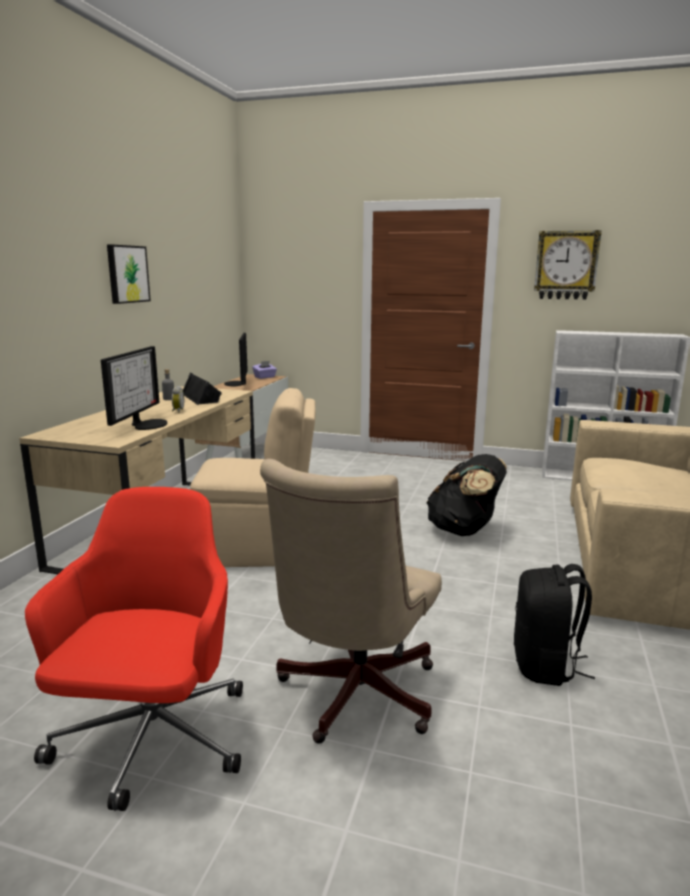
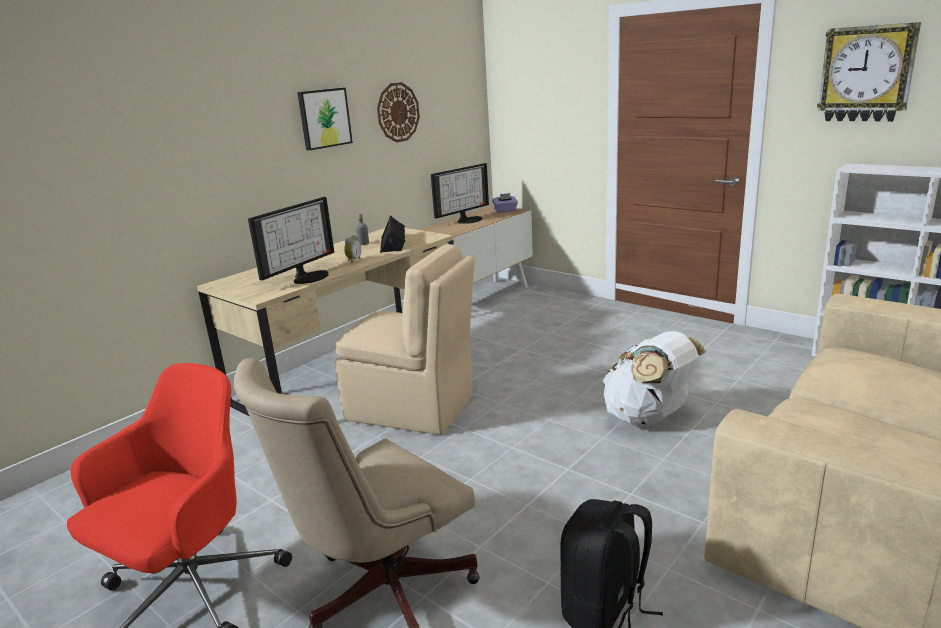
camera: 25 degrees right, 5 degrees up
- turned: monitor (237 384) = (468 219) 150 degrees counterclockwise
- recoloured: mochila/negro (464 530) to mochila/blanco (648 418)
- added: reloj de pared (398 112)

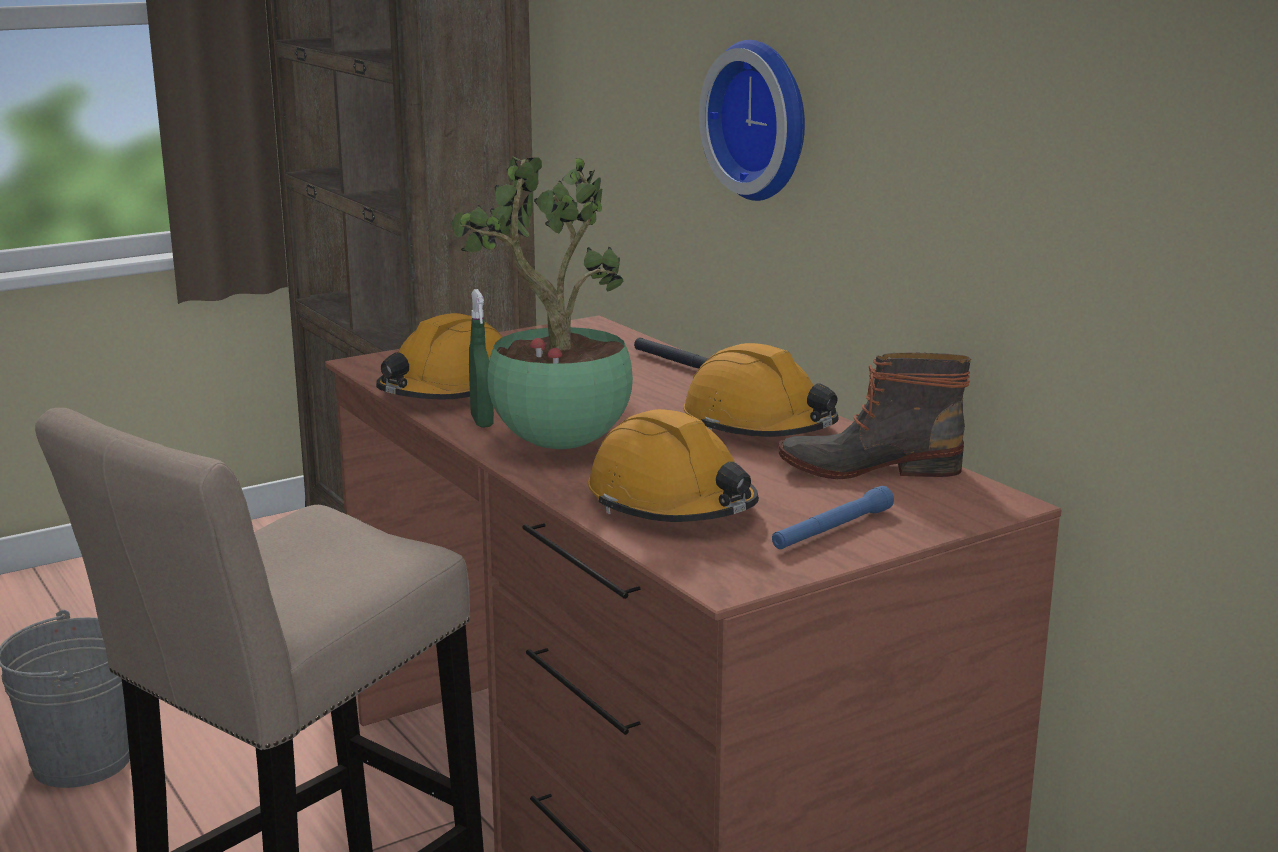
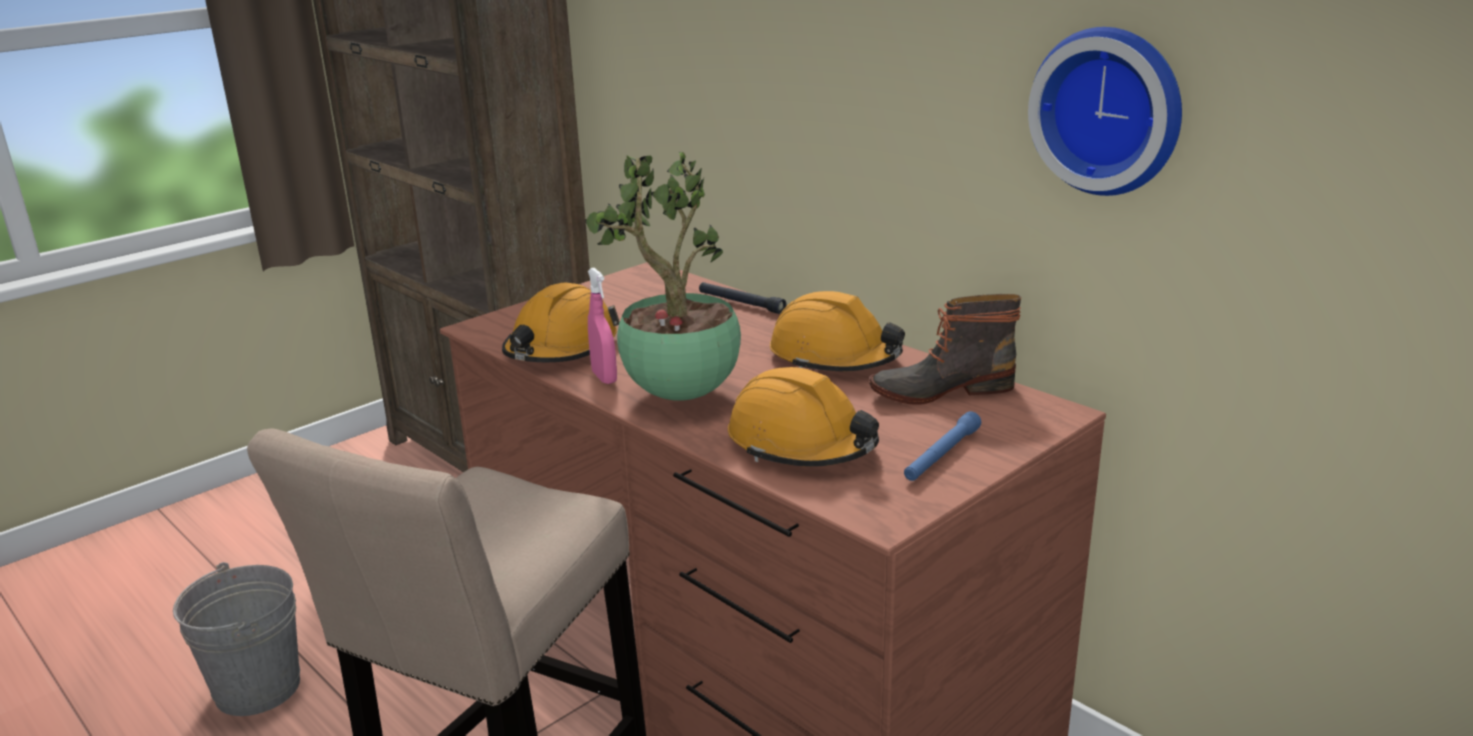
camera: 10 degrees left, 5 degrees up
- recoloured: pulverizador/verde (482 421) to pulverizador/rosa (604 377)
- moved: reloj de pared (763 120) to (1110 110)

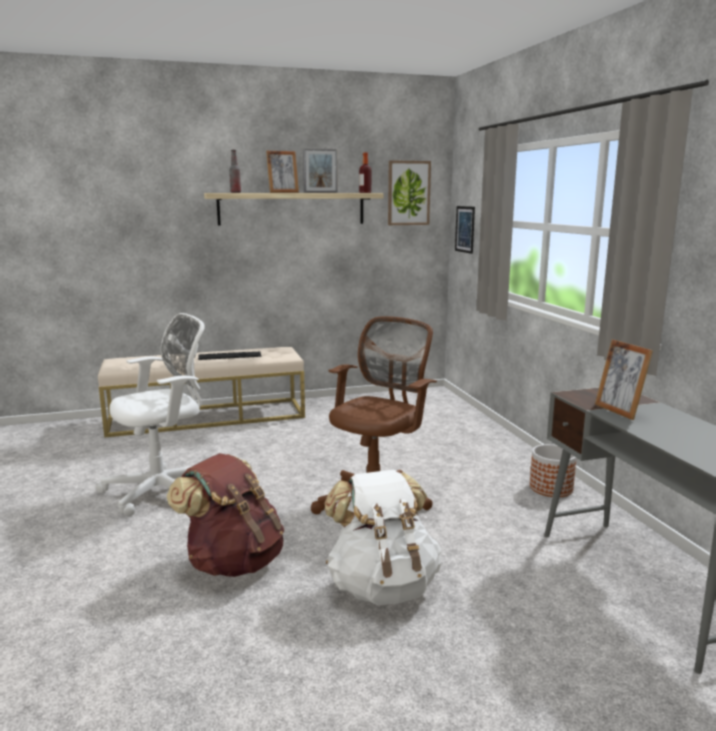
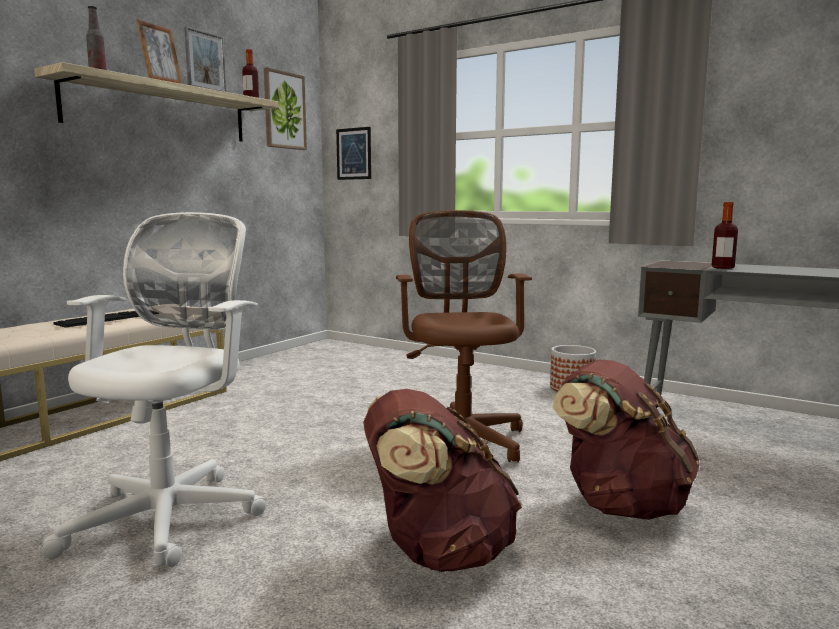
camera: 40 degrees left, 5 degrees down
- recoloured: mochila/blanco (382 586) to mochila/marrón (620 504)
- replaced: portarretratos (618 411) to botella (722 268)

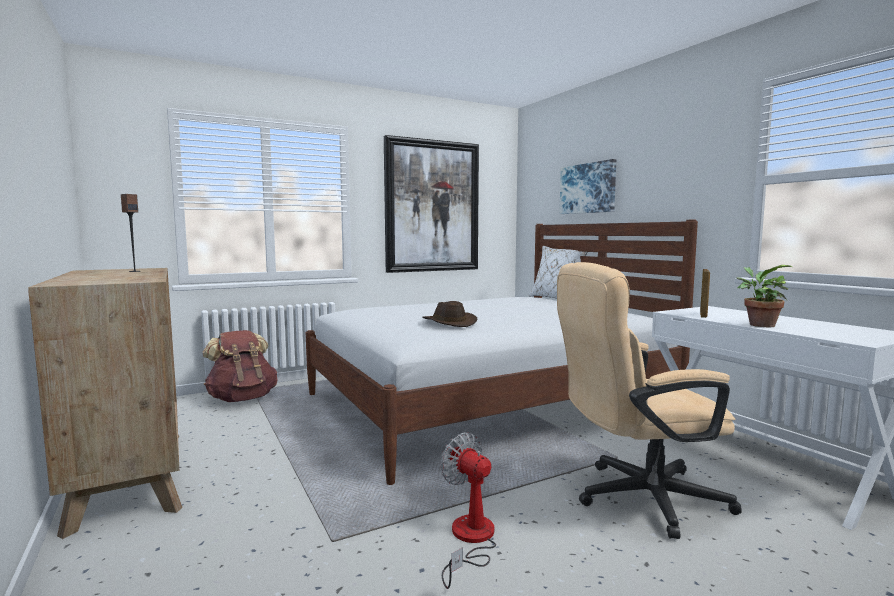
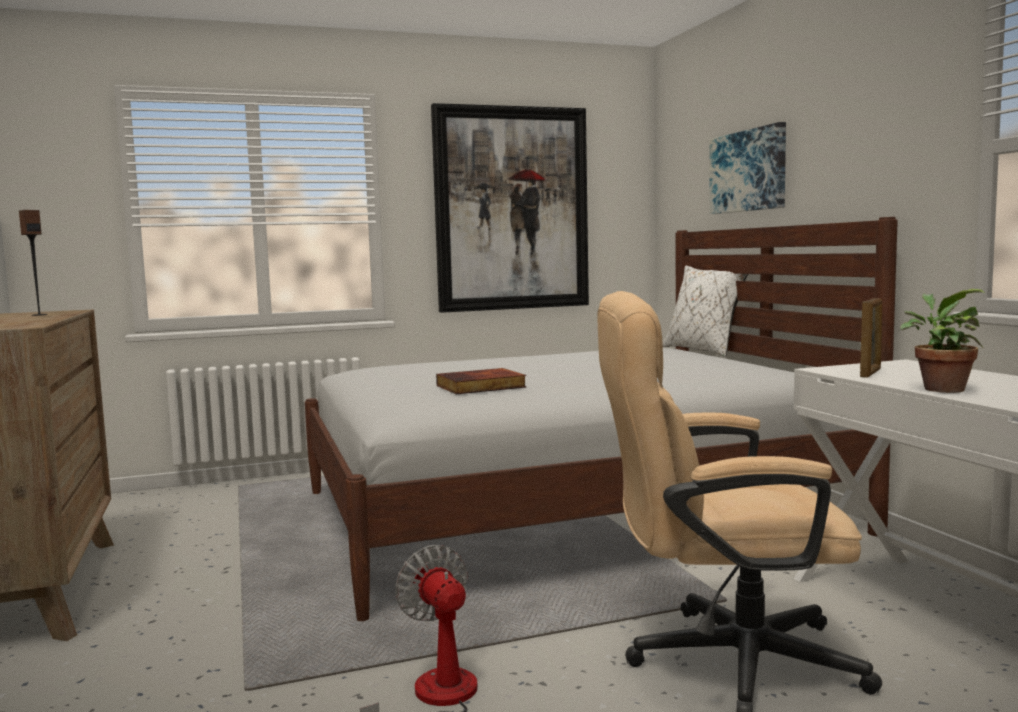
camera: 10 degrees right, 0 degrees up
- removed: mochila/marrón (242 399)
- replaced: sombrero/marrón (448 323) to libro (481 386)

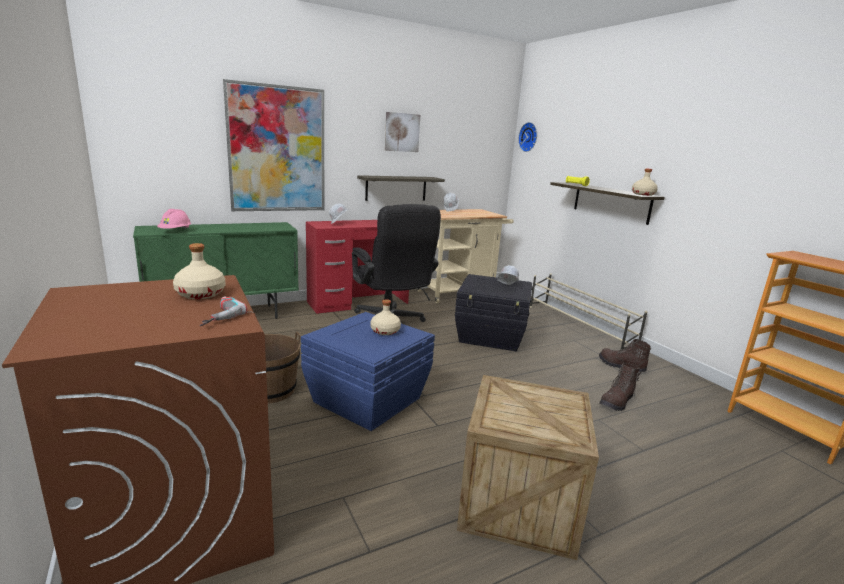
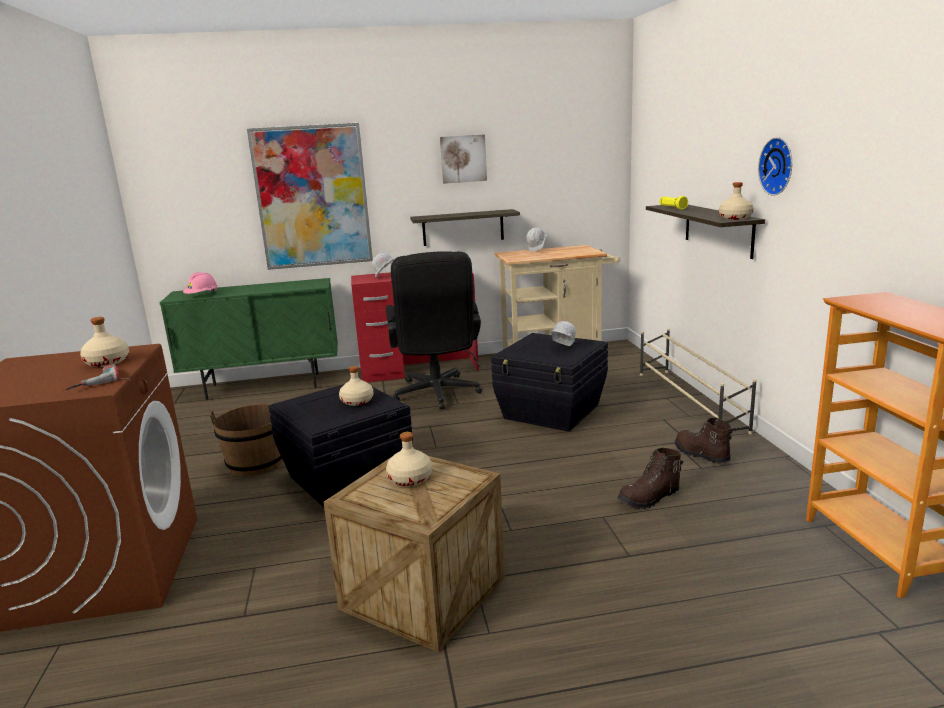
camera: 20 degrees right, 0 degrees up
- recoloured: caja de almacenaje/azul (367 399) to caja de almacenaje/negro (347 477)
- moved: reloj de pared (529 137) to (779 166)
- added: botella/beis (410 479)

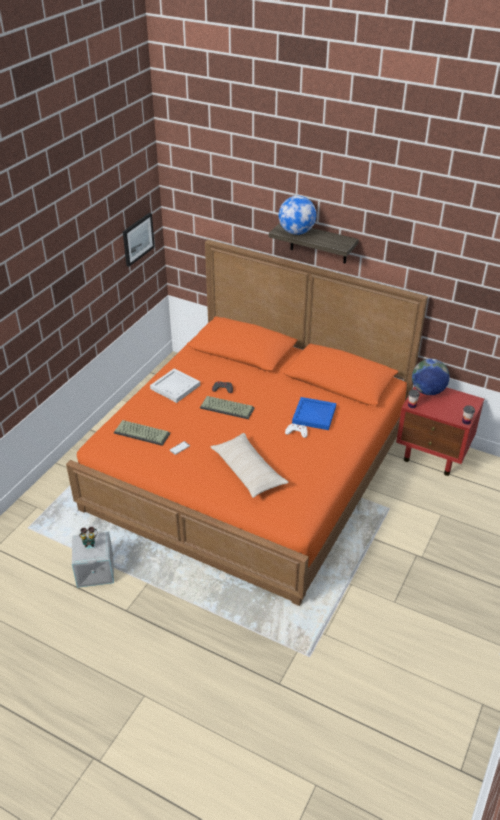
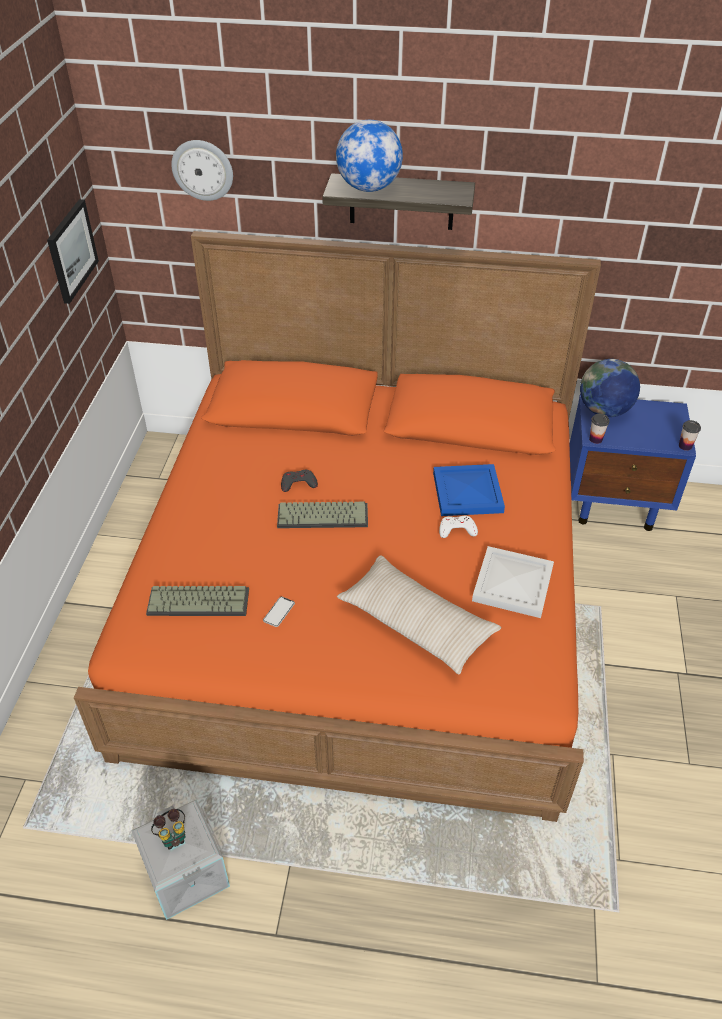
camera: 20 degrees left, 5 degrees up
- moved: bandeja/blanco (175 386) to (512 583)
- recoloured: mesita de noche/rojo (433 455) to mesita de noche/azul (615 503)
- added: reloj de pared (202 169)

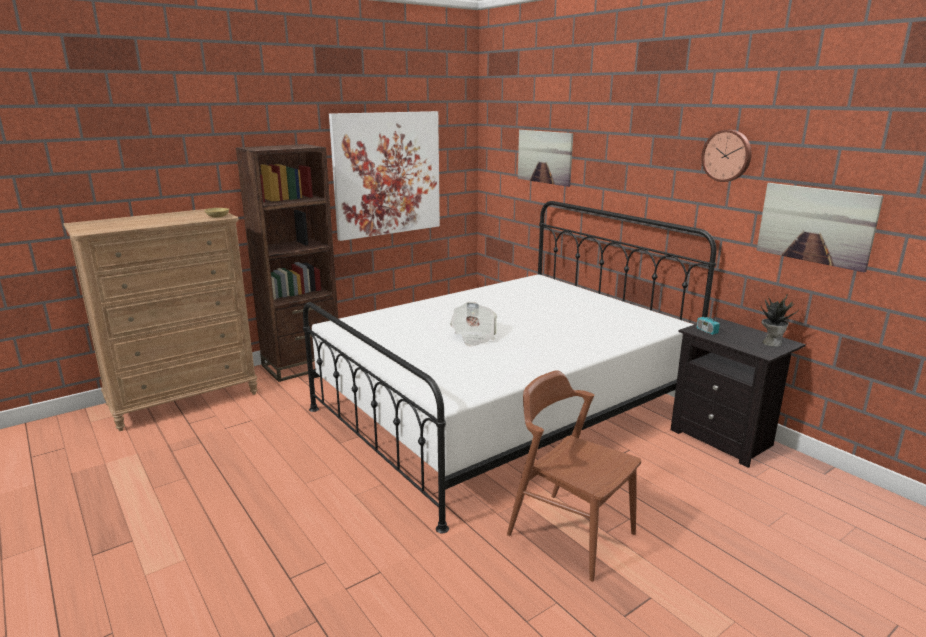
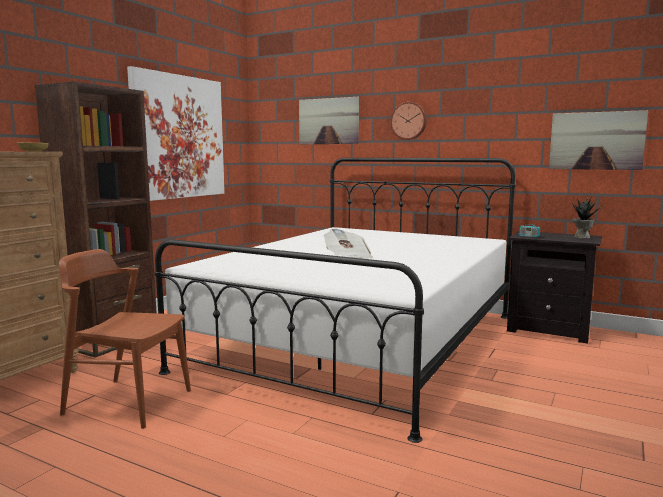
camera: 25 degrees left, 10 degrees down
- moved: silla/marrón (570 533) to (128 402)
- moved: reloj de pared (727 155) to (409 121)

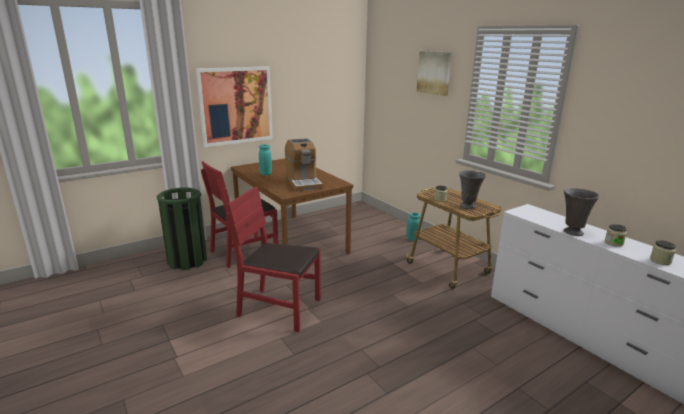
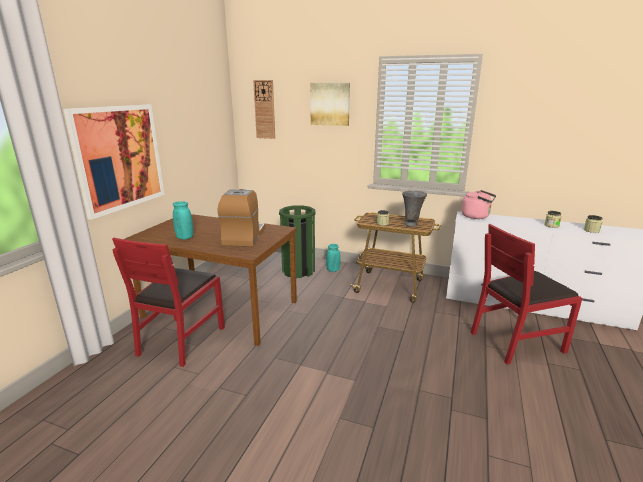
camera: 35 degrees left, 0 degrees up
- moved: papelera/verde (187 261) to (298 270)
- moved: silla/rojo (279 308) to (516 341)
- turned: cafetera (303 182) = (244 237) 120 degrees counterclockwise
- removed: florero/gris (572 232)
- added: reloj de pared (264 109)
- added: hervidor/rosa (477 216)

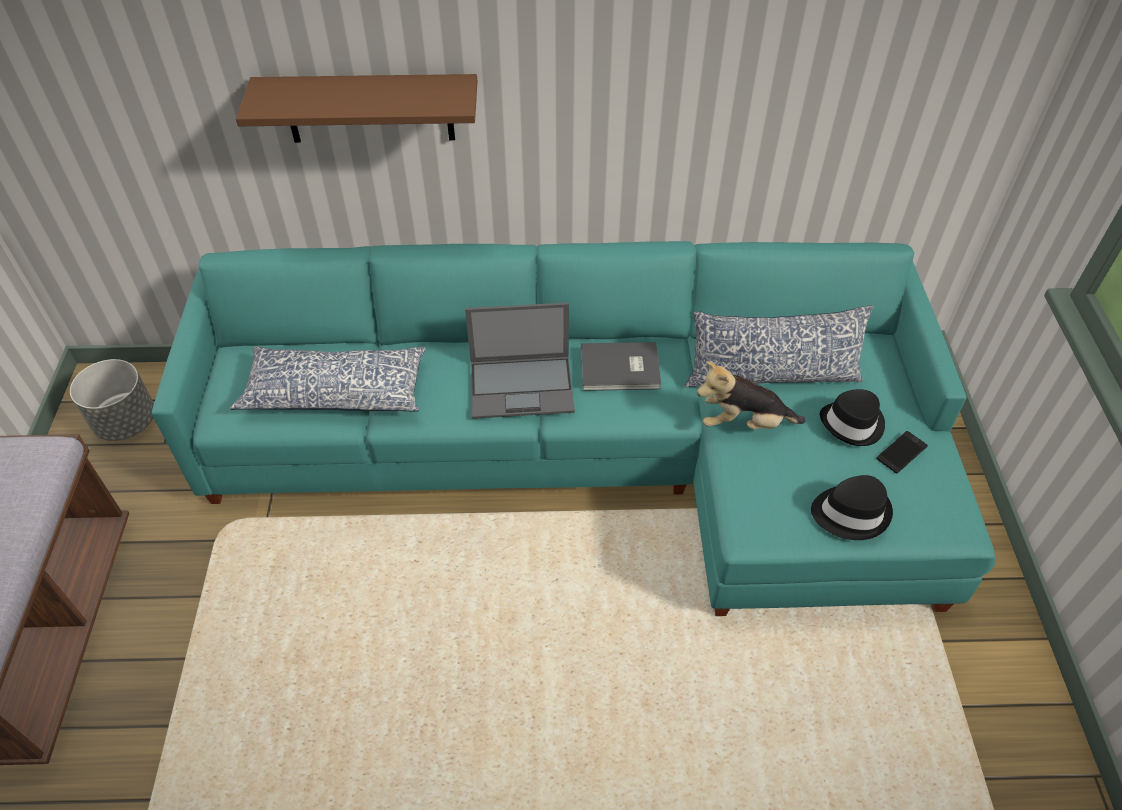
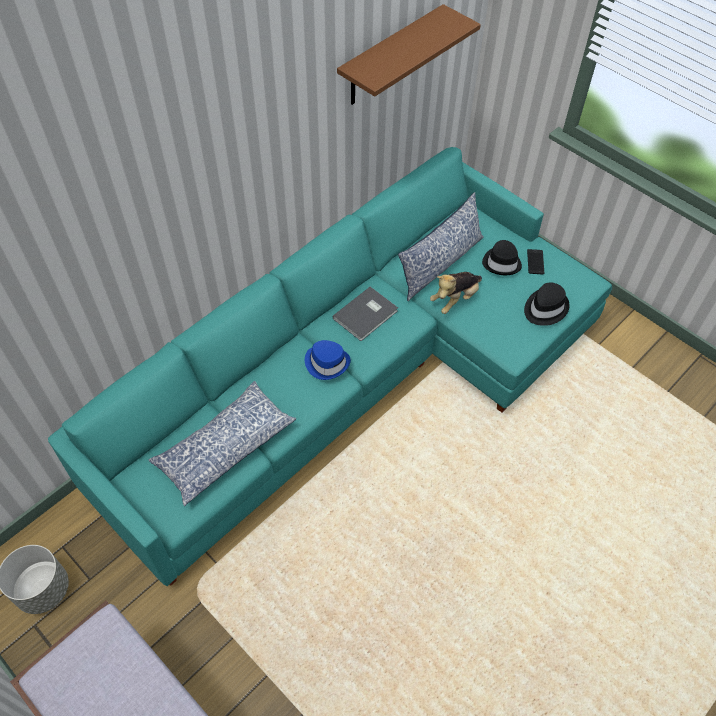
camera: 45 degrees left, 5 degrees up
- moved: estante/marrón (369 108) to (391 57)
- replaced: portátil (523 386) to sombrero/azul (327 363)

